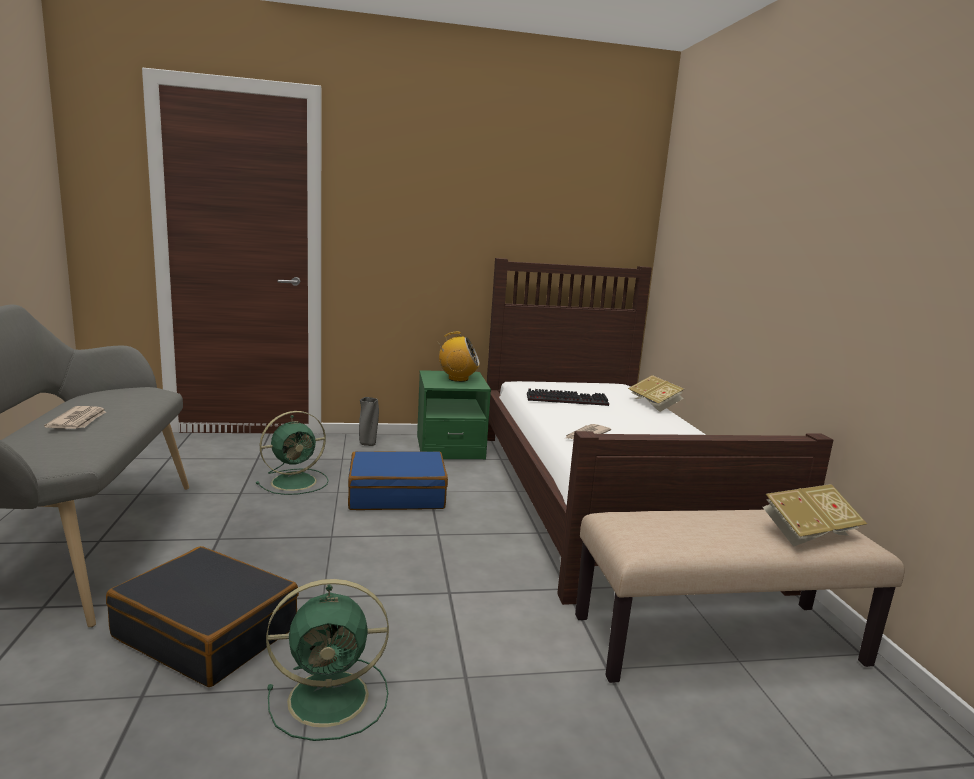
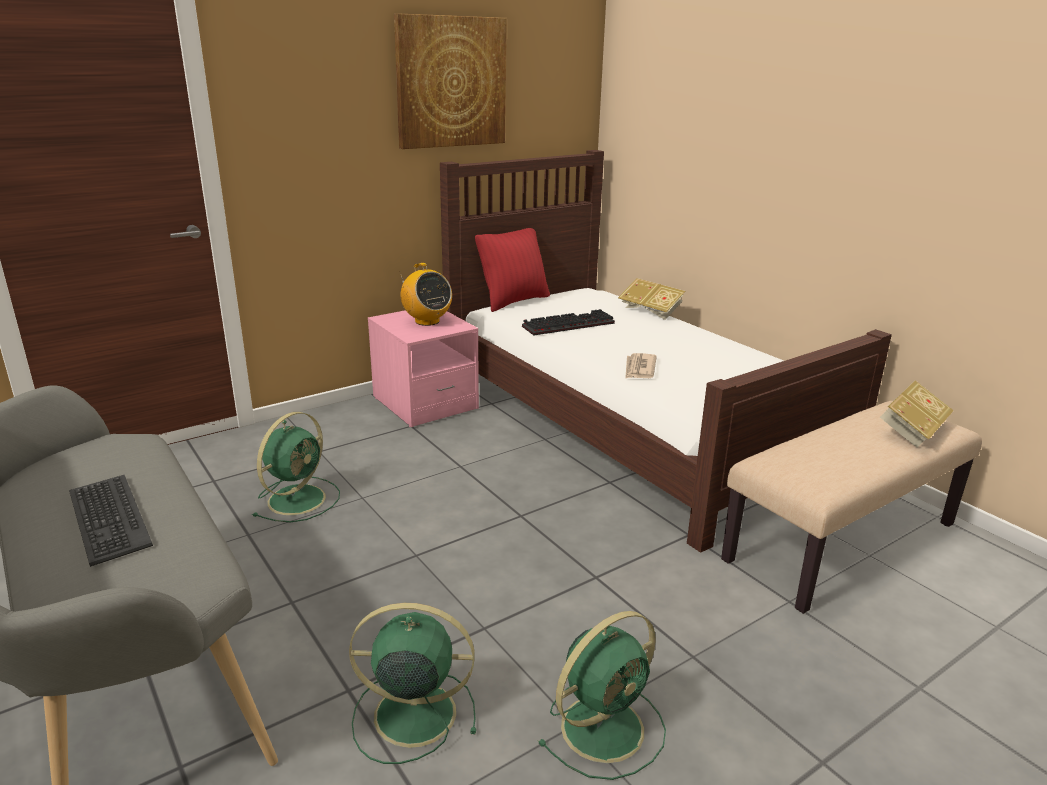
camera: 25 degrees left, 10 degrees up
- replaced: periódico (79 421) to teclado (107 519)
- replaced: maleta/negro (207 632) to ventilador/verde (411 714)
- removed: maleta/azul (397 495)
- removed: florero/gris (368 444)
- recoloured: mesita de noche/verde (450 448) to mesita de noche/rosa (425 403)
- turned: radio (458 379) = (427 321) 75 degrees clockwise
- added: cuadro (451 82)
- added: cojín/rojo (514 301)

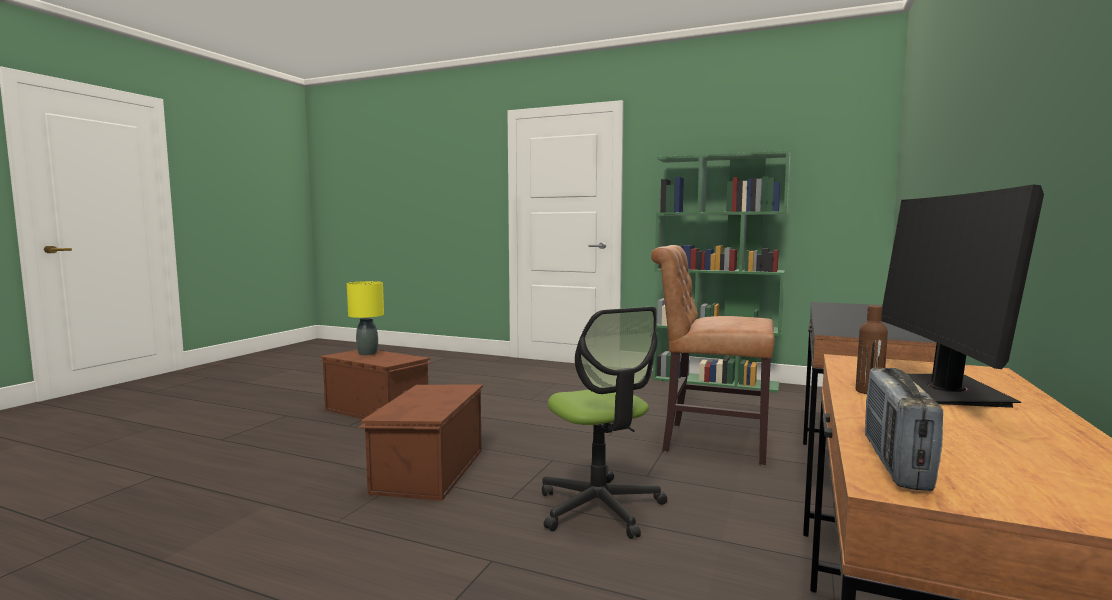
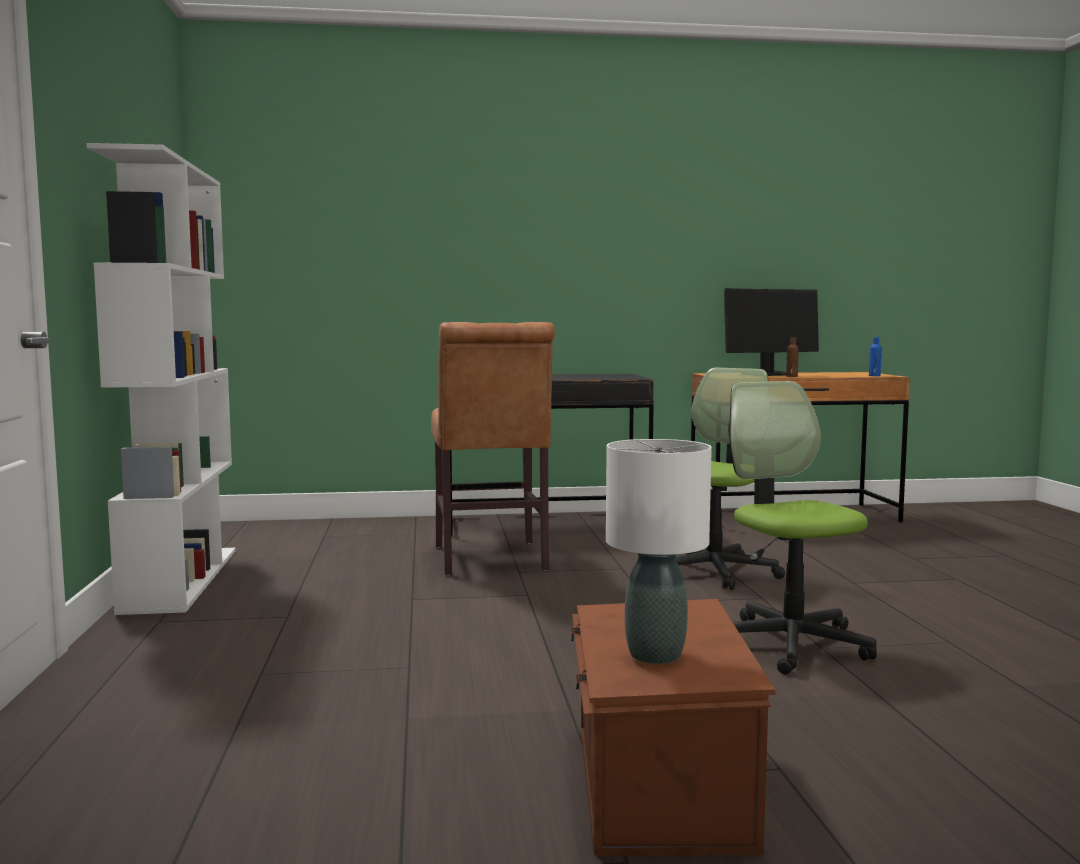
camera: 120 degrees left, 0 degrees up
- recoloured: lámpara de mesa/amarillo (367 353) to lámpara de mesa/blanco (655 654)
- replaced: caja de almacenaje/marrón (427 471) to silla de oficina (789 644)
- recoloured: estantería/verde (715 381) to estantería/blanco (181 579)
- replaced: radio (895 463) to botella/azul (874 375)

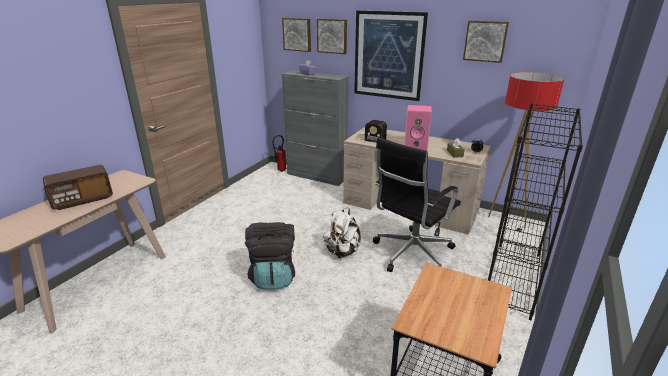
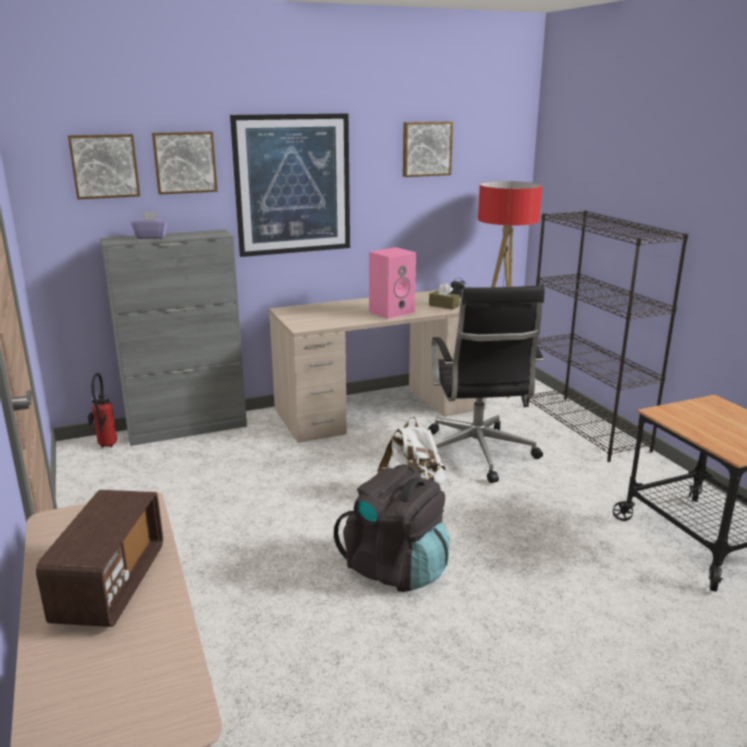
camera: 50 degrees left, 5 degrees down
- removed: radio (369 138)

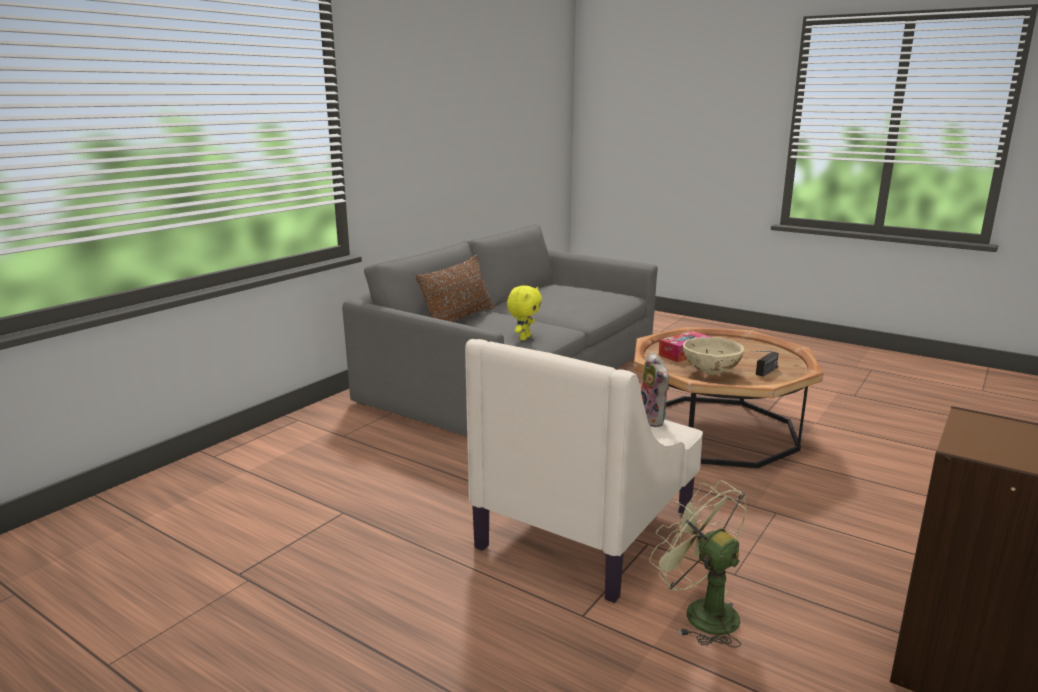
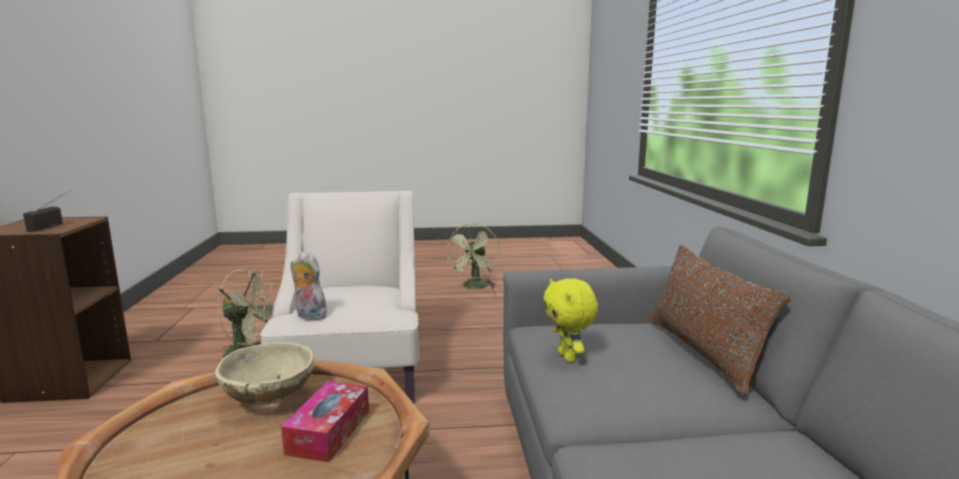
camera: 140 degrees right, 5 degrees down
- moved: radio (763 374) to (51 225)
- added: ventilador/verde (474 287)

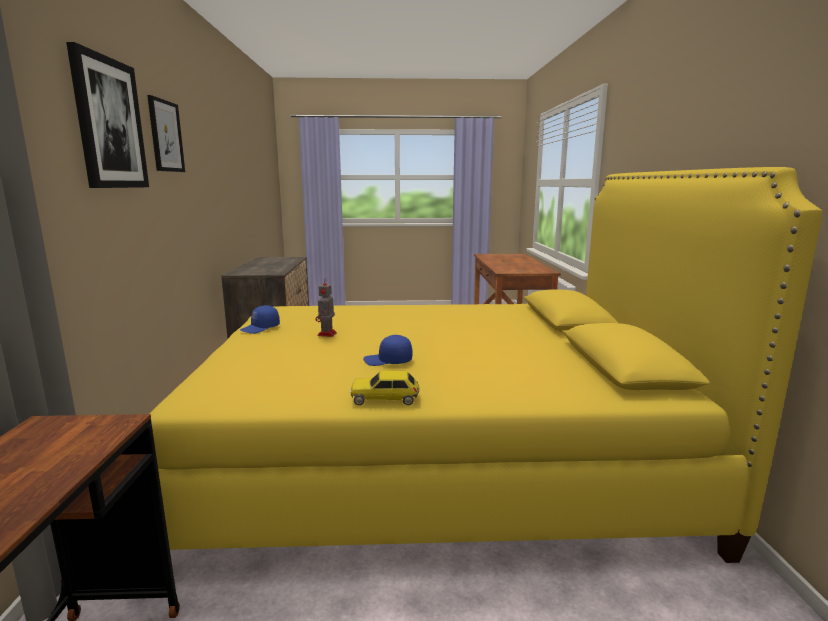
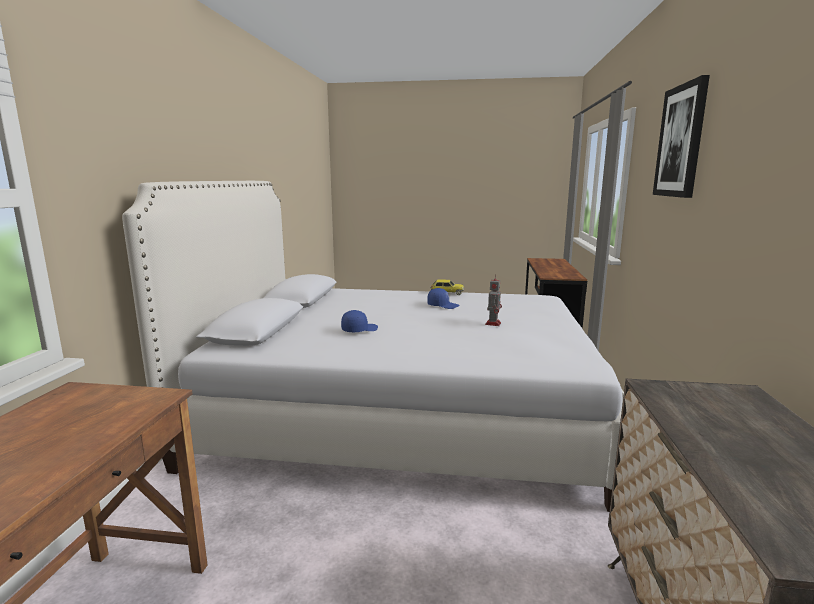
camera: 170 degrees left, 0 degrees up
- removed: cuadro (166 136)
- recoloured: cama/amarillo (435 456) to cama/blanco (400 415)
- moved: gorra/azul (260 328) to (359 329)

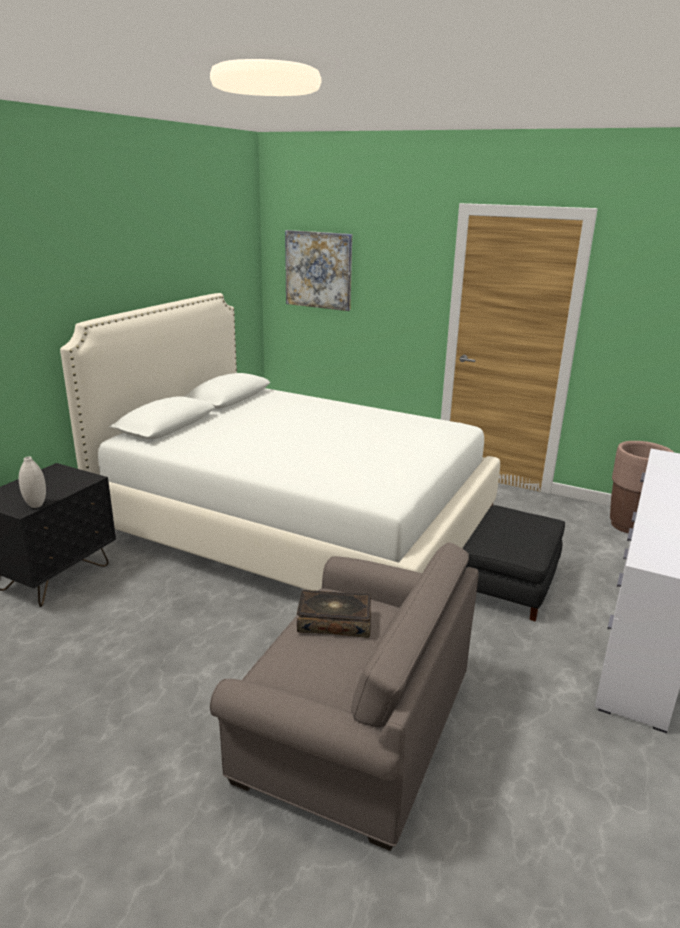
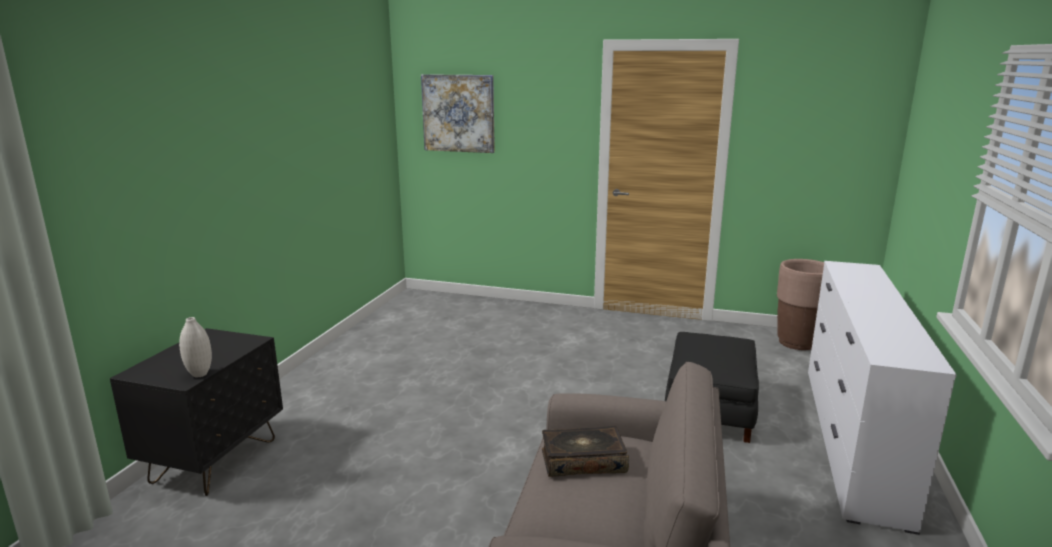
camera: 10 degrees left, 5 degrees down
- removed: cama/blanco (298 526)

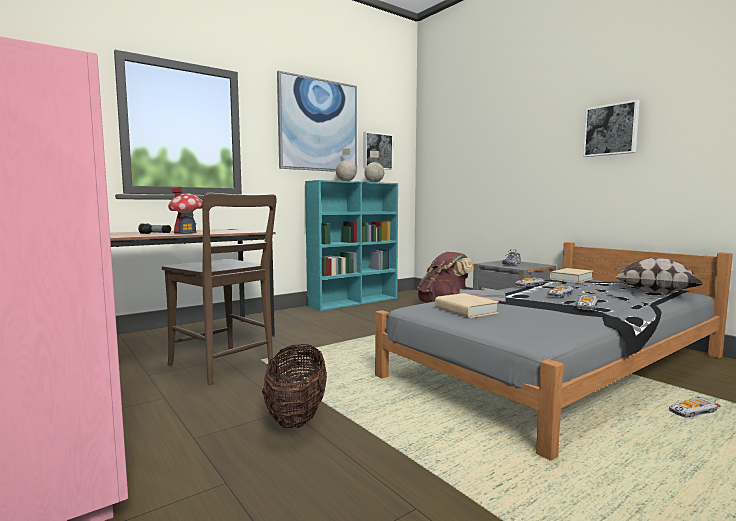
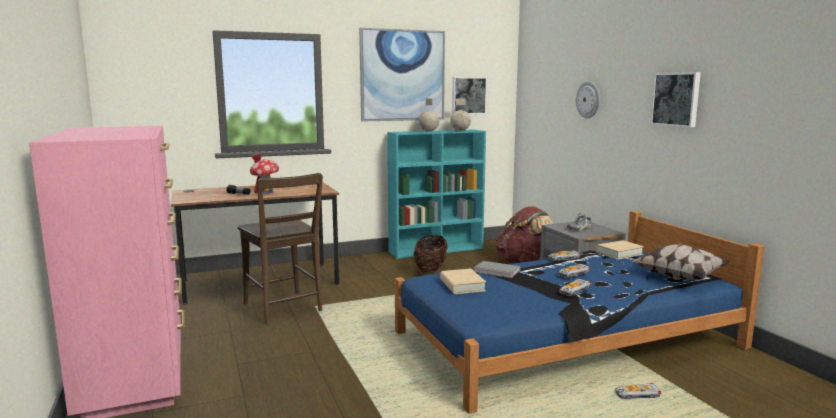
camera: 15 degrees right, 5 degrees up
- moved: cesta (297 416) to (430 270)
- recoloured: cama/gris (559 366) to cama/azul (567 339)
- added: reloj de pared (588 99)

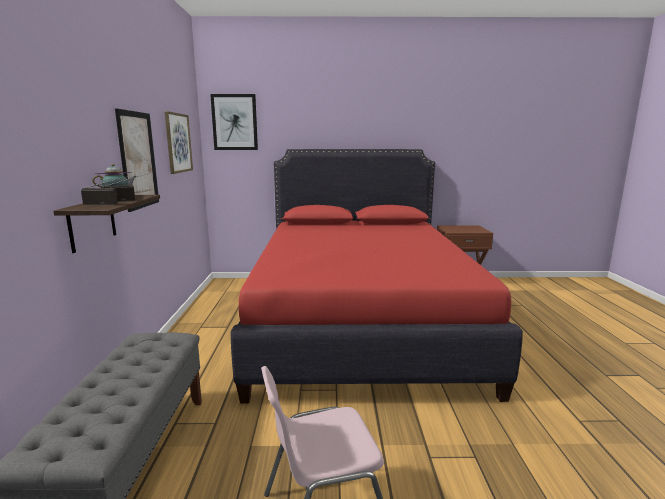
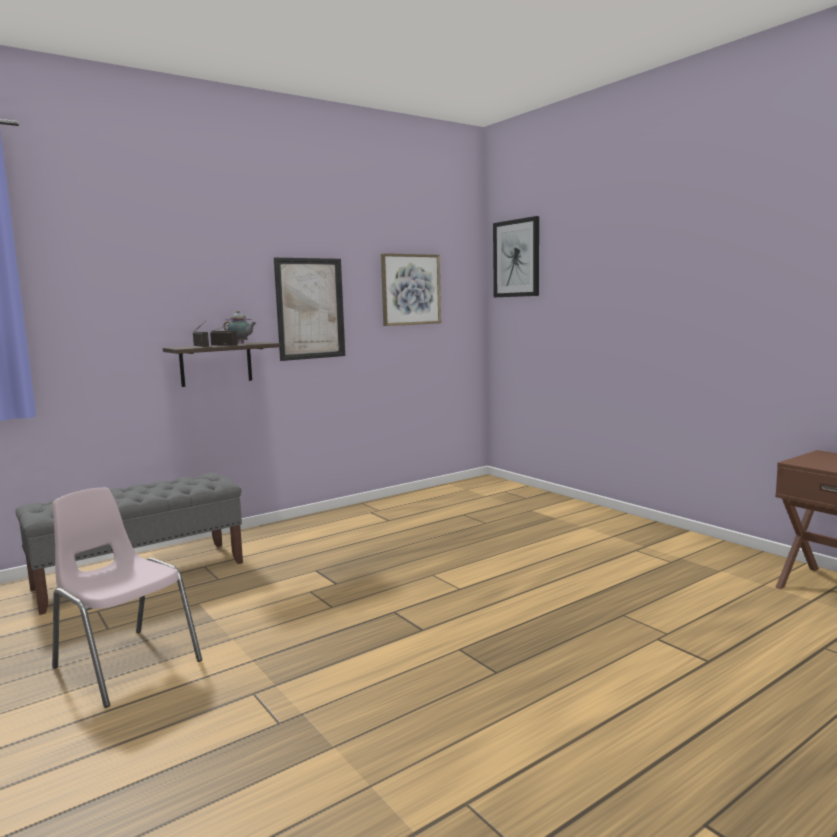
camera: 55 degrees right, 5 degrees down
- removed: cama/rojo (359 321)

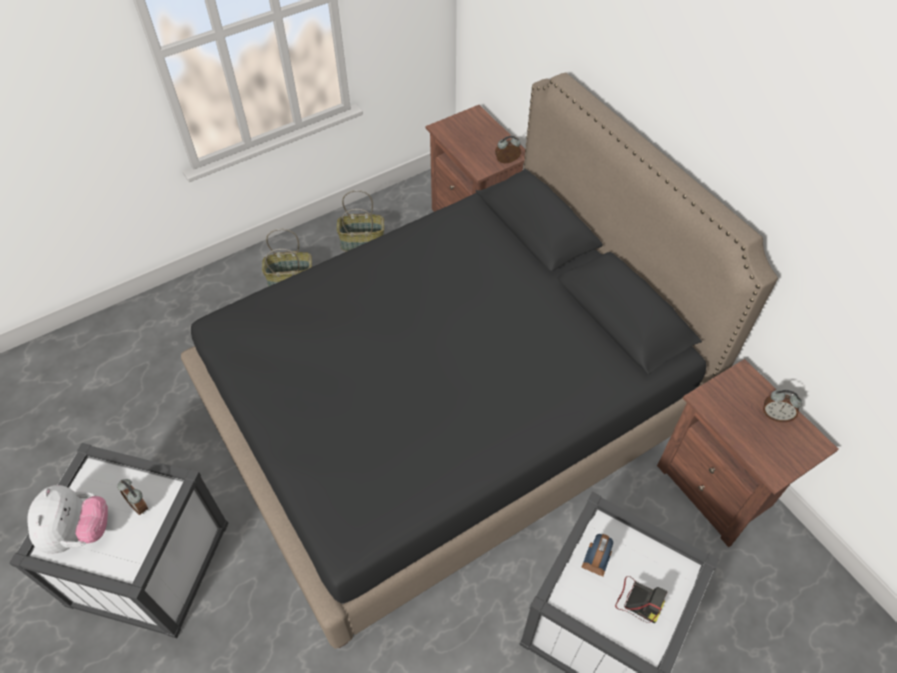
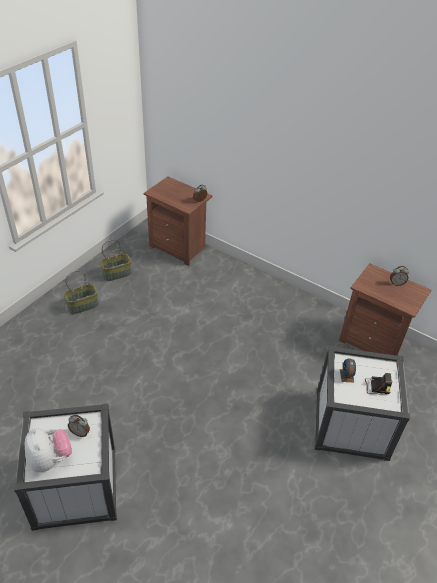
camera: 25 degrees left, 10 degrees down
- removed: cama/negro (449 412)

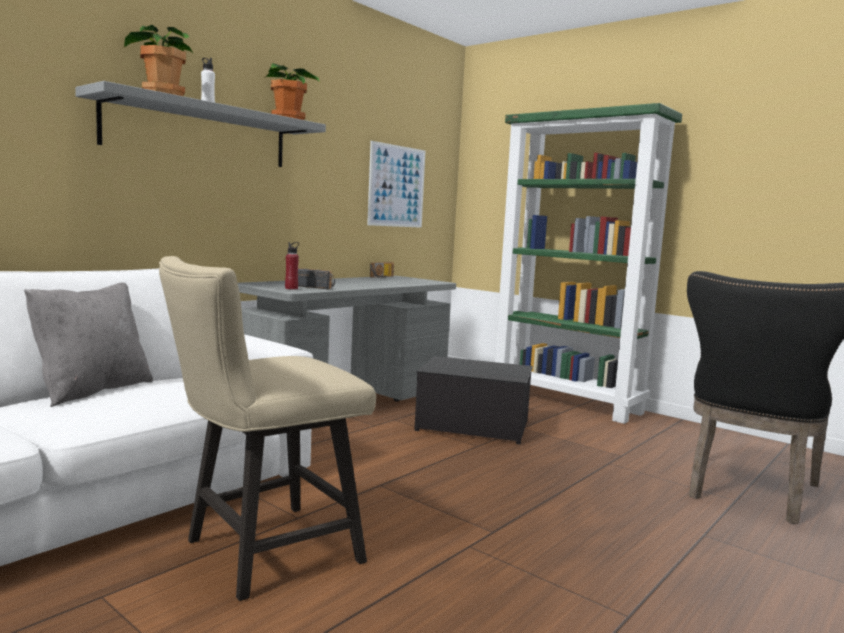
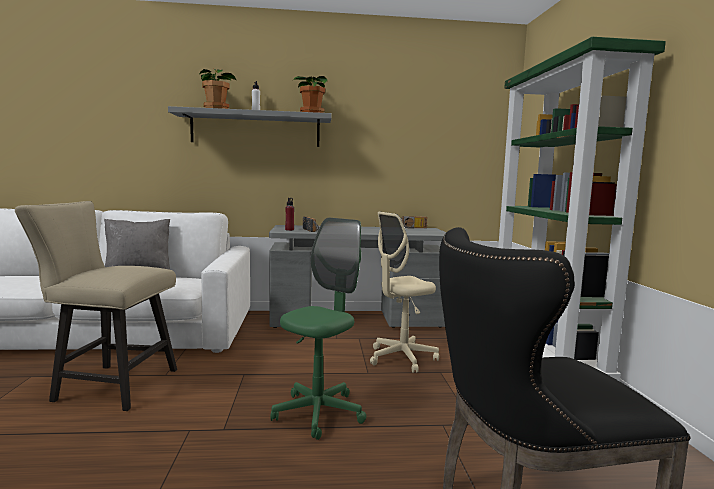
camera: 45 degrees right, 0 degrees up
- removed: cuadro (396 186)
- replaced: caja de almacenaje (471 426) to silla de oficina/beis (402 358)
- added: silla de oficina/verde (318 413)

